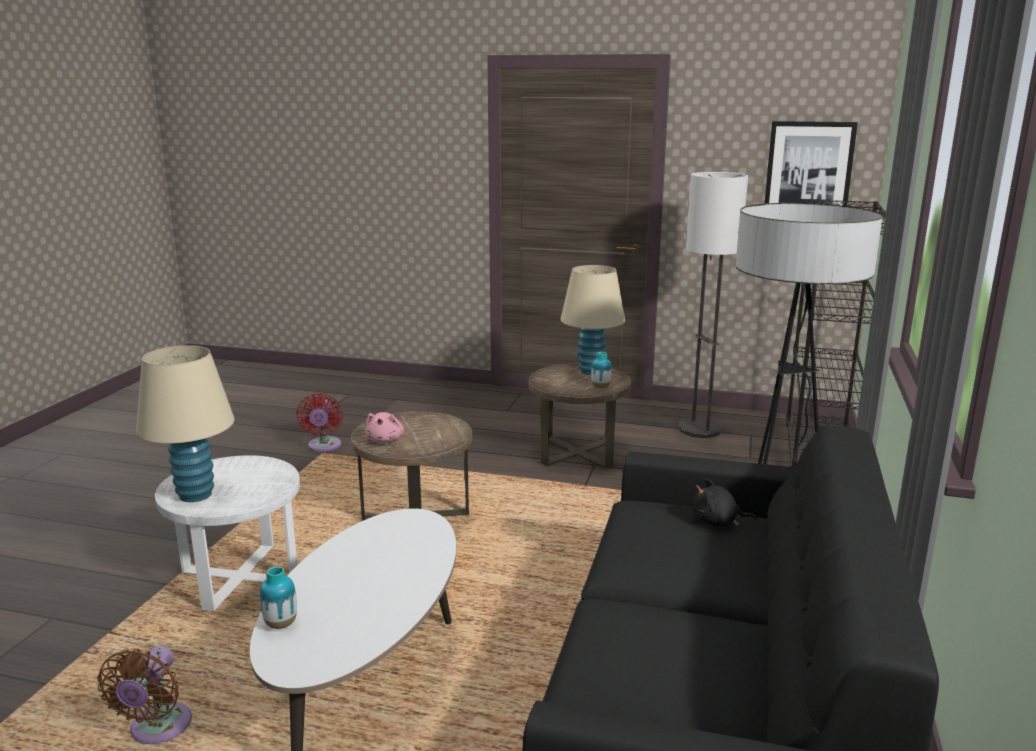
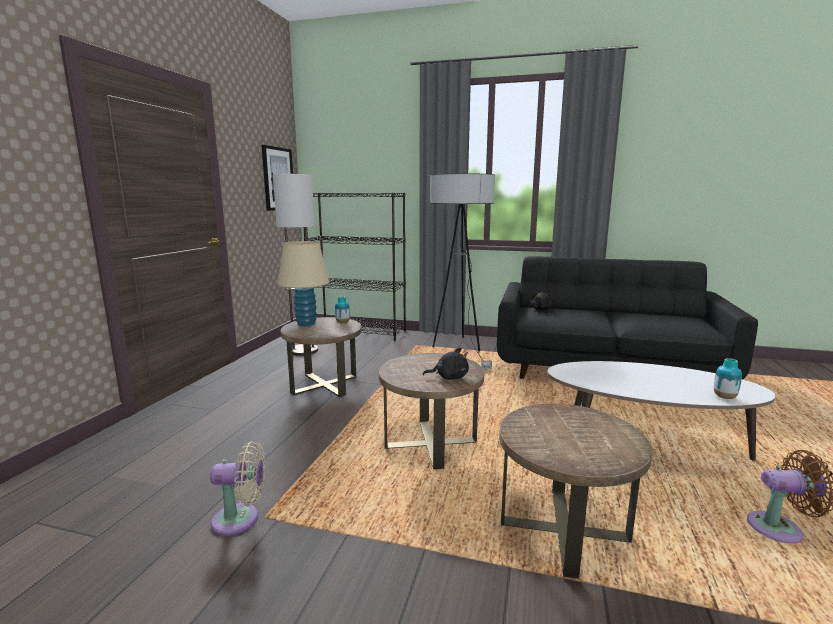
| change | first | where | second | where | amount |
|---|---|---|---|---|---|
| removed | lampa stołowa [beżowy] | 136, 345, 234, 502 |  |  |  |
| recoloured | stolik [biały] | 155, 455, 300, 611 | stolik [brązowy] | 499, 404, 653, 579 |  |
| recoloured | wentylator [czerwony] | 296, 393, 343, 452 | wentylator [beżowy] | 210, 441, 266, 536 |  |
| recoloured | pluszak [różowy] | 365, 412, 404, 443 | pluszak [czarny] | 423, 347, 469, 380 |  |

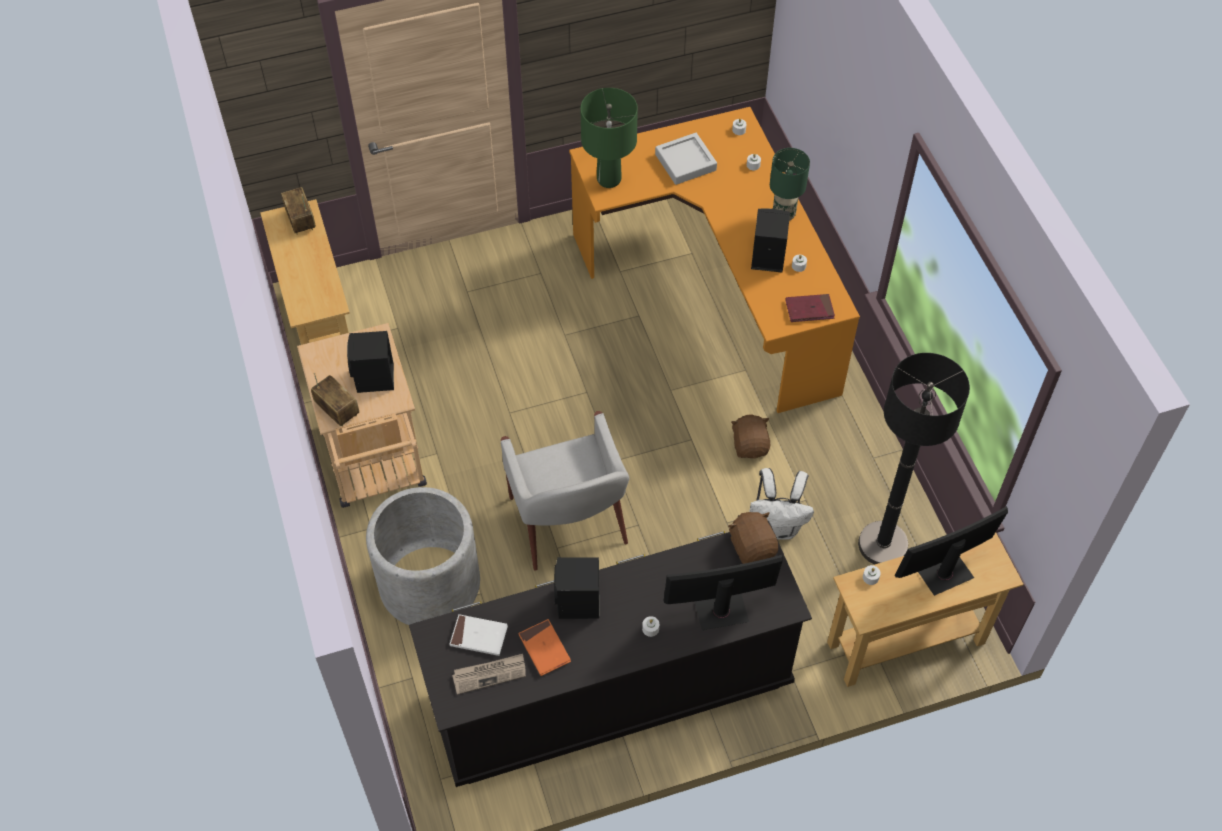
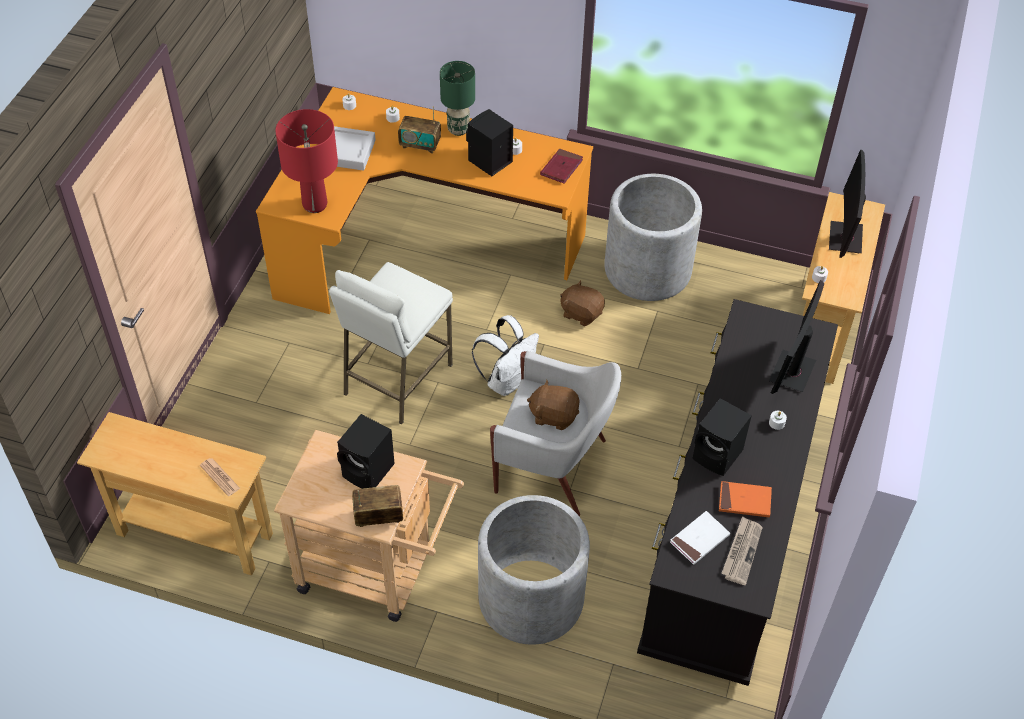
| change | first | where | second | where | amount |
|---|---|---|---|---|---|
| moved | radio | 281, 187, 316, 235 |  | 398, 106, 441, 154 |  |
| recoloured | lampa stołowa [zielony] | 580, 88, 638, 188 | lampa stołowa [czerwony] | 275, 109, 338, 213 |  |
| moved | pluszak [brązowy] | 728, 512, 778, 564 |  | 527, 379, 579, 430 |  |
| moved | plecak [biały] | 749, 468, 814, 540 |  | 472, 315, 539, 396 |  |
| removed | lampa stojąca [czarny] | 858, 353, 970, 565 |  |  |  |
| added |  |  | gazeta | 200, 458, 241, 496 |  |
| added |  |  | stołek [biały] | 329, 262, 453, 424 |  |
| added |  |  | donica [szary] | 604, 174, 702, 301 |  |

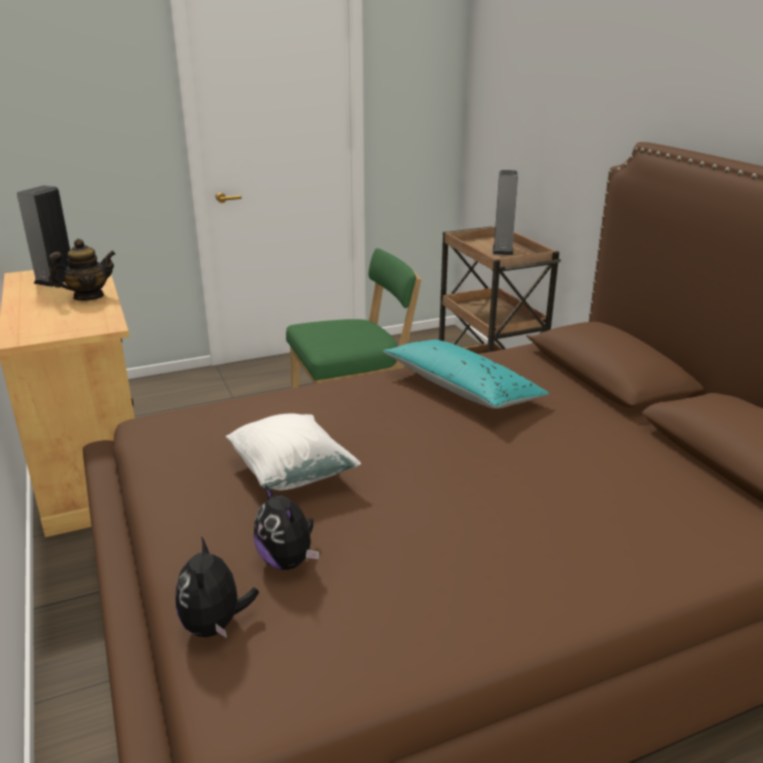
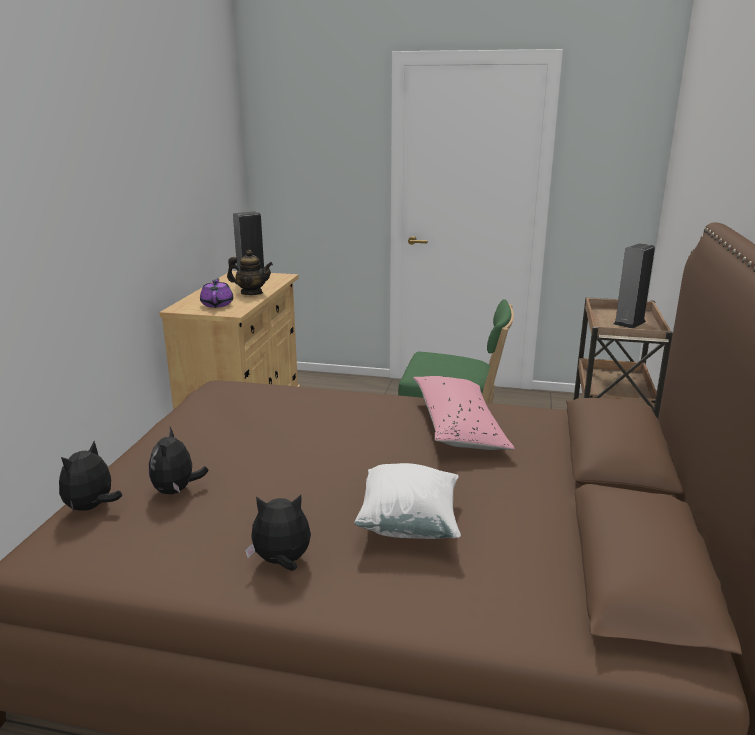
| change | first | where | second | where | amount |
|---|---|---|---|---|---|
| moved | poduszka [biały] | 226, 414, 361, 490 |  | 354, 463, 461, 539 |  |
| recoloured | poduszka [turkusowy] | 383, 339, 550, 409 | poduszka [różowy] | 413, 376, 515, 450 |  |
| added |  |  | imbryk [fioletowy] | 200, 278, 233, 308 |  |
| added |  |  | pluszak | 245, 495, 311, 571 |  |

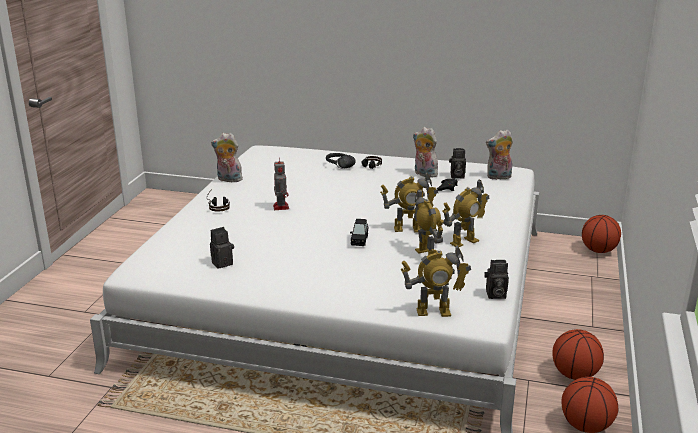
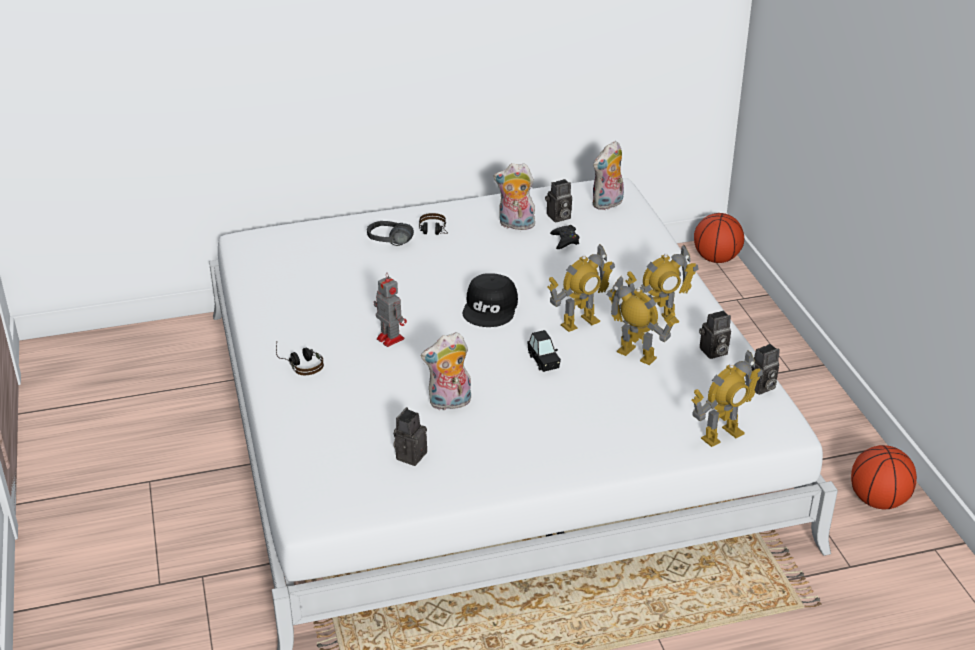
| change | first | where | second | where | amount |
|---|---|---|---|---|---|
| moved | pluszak | 211, 133, 244, 182 |  | 421, 332, 471, 410 |  |
| turned | robot zabawkowy | 442, 179, 489, 247 |  | 625, 244, 699, 326 | 45 degrees clockwise |
| removed | piłka do koszykówki | 553, 329, 604, 380 |  |  |  |
| added |  |  | czapka z daszkiem [czarny] | 463, 273, 518, 327 |  |
| added |  |  | aparat fotograficzny | 699, 310, 731, 359 |  |

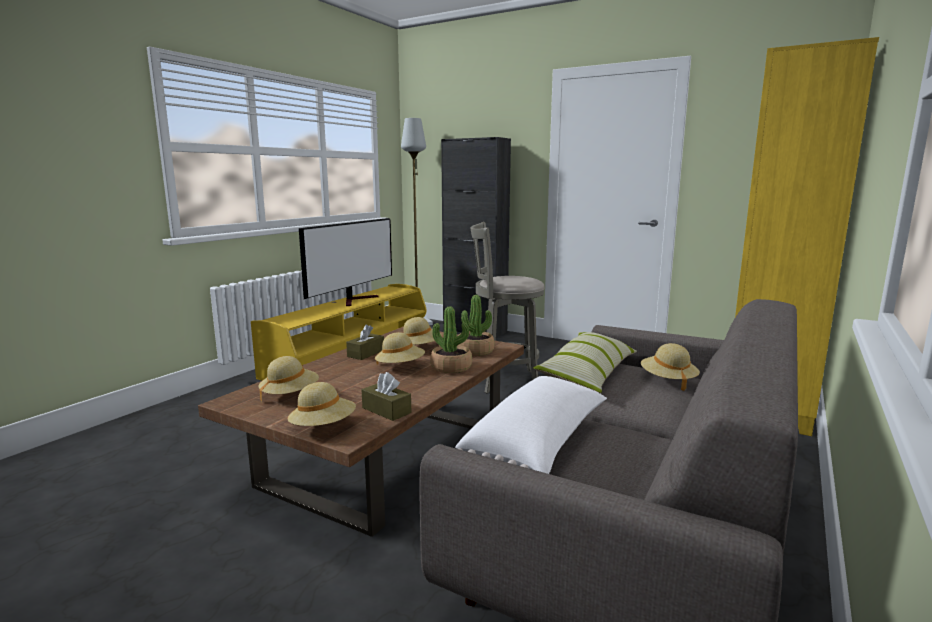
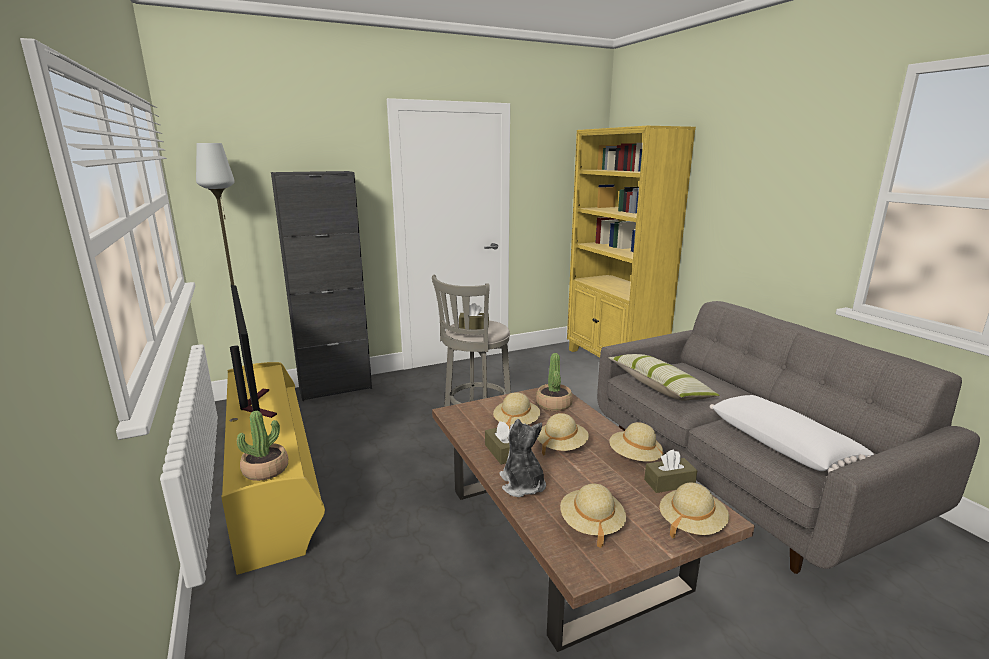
| change | first | where | second | where | amount |
|---|---|---|---|---|---|
| moved | roślina doniczkowa | 430, 306, 472, 373 |  | 237, 411, 288, 481 |  |
| moved | kapelusz [beżowy] | 641, 343, 700, 391 |  | 609, 422, 663, 462 |  |
| added |  |  | pudełko chusteczek [brązowy] | 459, 303, 489, 329 |  |
| added |  |  | pluszak | 499, 419, 546, 497 |  |

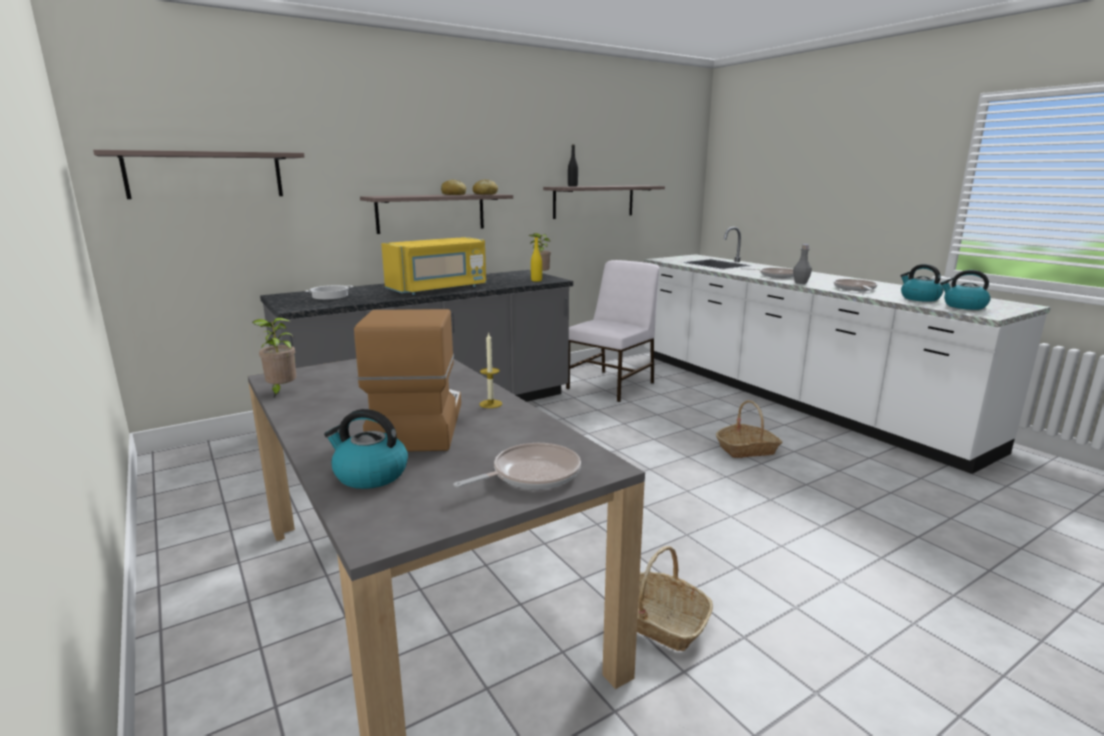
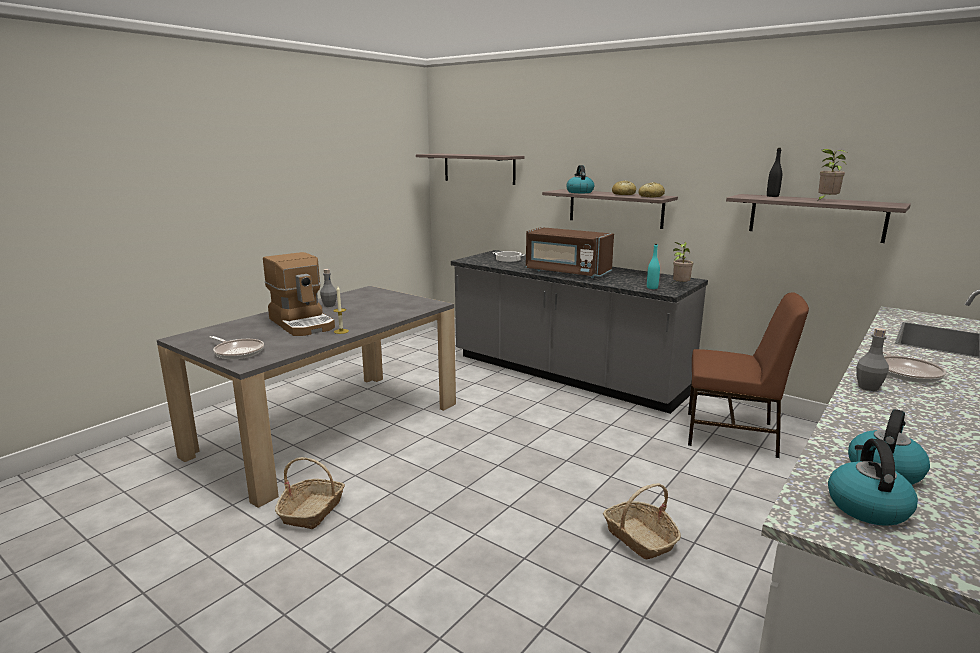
| change | first | where | second | where | amount |
|---|---|---|---|---|---|
| moved | roślina doniczkowa | 252, 317, 296, 397 |  | 818, 149, 847, 201 |  |
| moved | czajnik | 324, 409, 408, 489 |  | 566, 165, 594, 193 |  |
| turned | ekspres do kawy | 354, 309, 461, 452 |  | 263, 252, 335, 336 | 75 degrees clockwise |
| recoloured | mikrofalówka [żółty] | 381, 237, 486, 295 | mikrofalówka [brązowy] | 526, 227, 614, 278 |  |
| recoloured | butelka [żółty] | 531, 236, 542, 282 | butelka [turkusowy] | 647, 244, 660, 289 |  |
| recoloured | krzesło [biały] | 566, 260, 659, 402 | krzesło [brązowy] | 688, 292, 809, 458 |  |
| removed | patelnia | 834, 279, 878, 291 |  |  |  |
| added |  |  | butelka [szary] | 320, 269, 337, 307 |  |

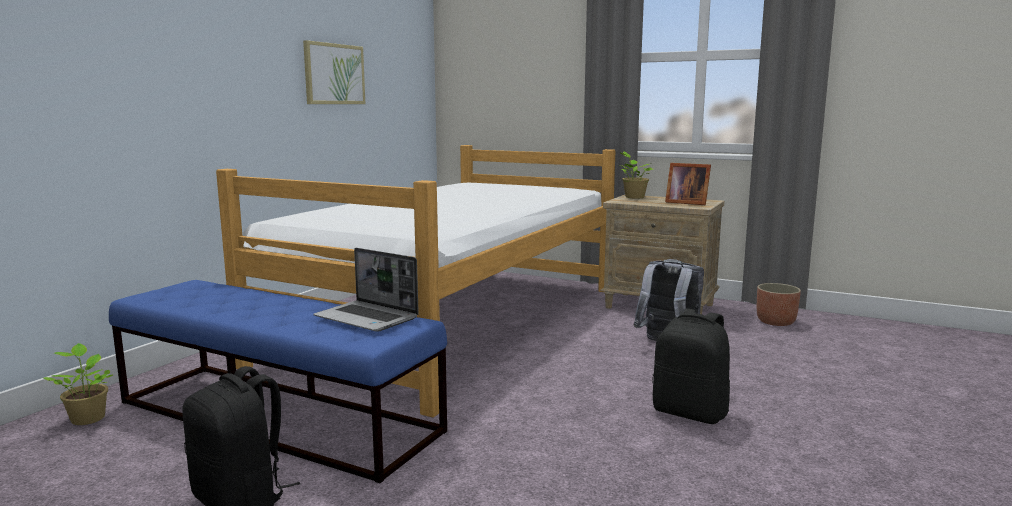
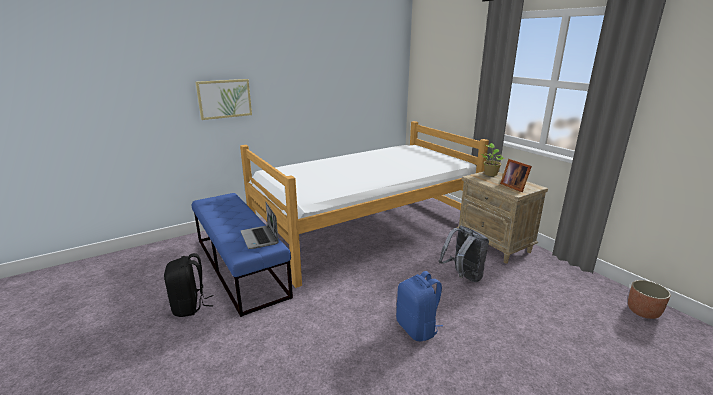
| change | first | where | second | where | amount |
|---|---|---|---|---|---|
| removed | roślina doniczkowa | 44, 343, 113, 425 |  |  |  |
| moved | obraz | 303, 40, 365, 104 |  | 196, 79, 252, 120 |  |
| recoloured | plecak [czarny] | 652, 309, 730, 424 | plecak [niebieski] | 396, 271, 443, 341 |  |
| moved | donica | 757, 283, 801, 326 |  | 628, 280, 671, 319 |  |

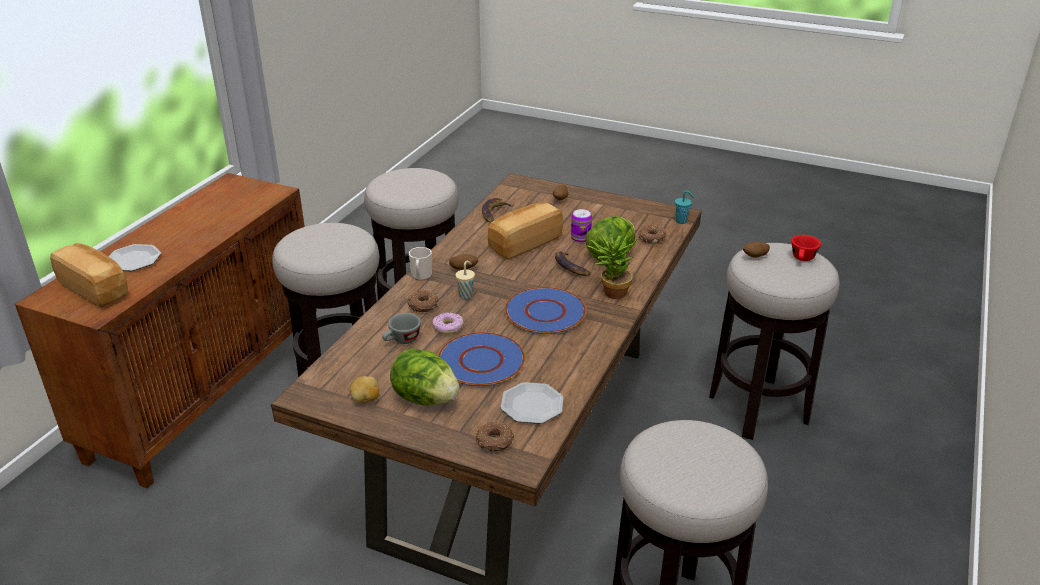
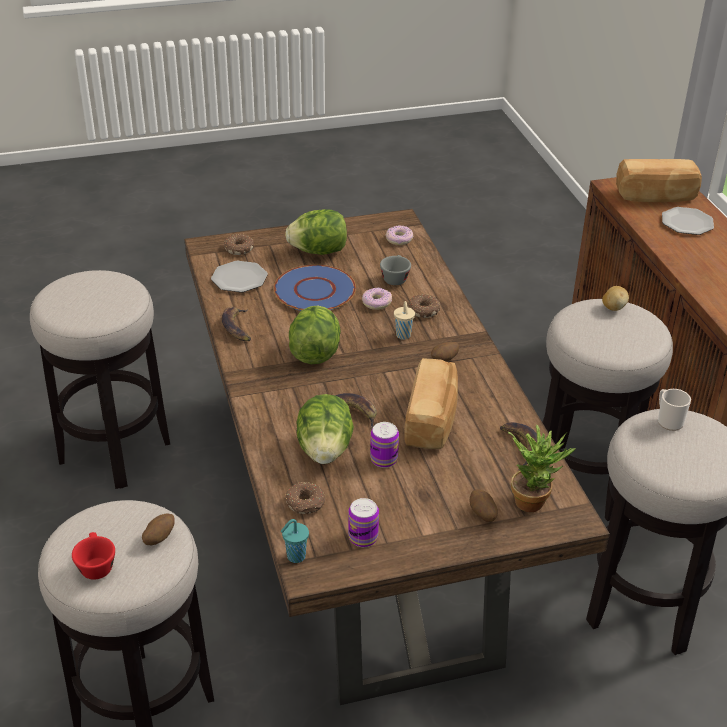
| change | first | where | second | where | amount |
|---|---|---|---|---|---|
| moved | ziemniak | 350, 376, 379, 404 |  | 602, 286, 629, 311 |  |
| moved | kubek | 409, 247, 432, 280 |  | 658, 389, 691, 431 |  |
| replaced | talerz [niebieski] | 505, 287, 586, 334 | sałata | 289, 306, 341, 364 |  |
| moved | roślina doniczkowa | 586, 226, 638, 299 |  | 508, 424, 576, 512 |  |
| added |  |  | banan | 222, 307, 251, 341 |  |
| added |  |  | puszka | 348, 498, 379, 547 |  |
| added |  |  | donut | 385, 225, 413, 245 |  |

